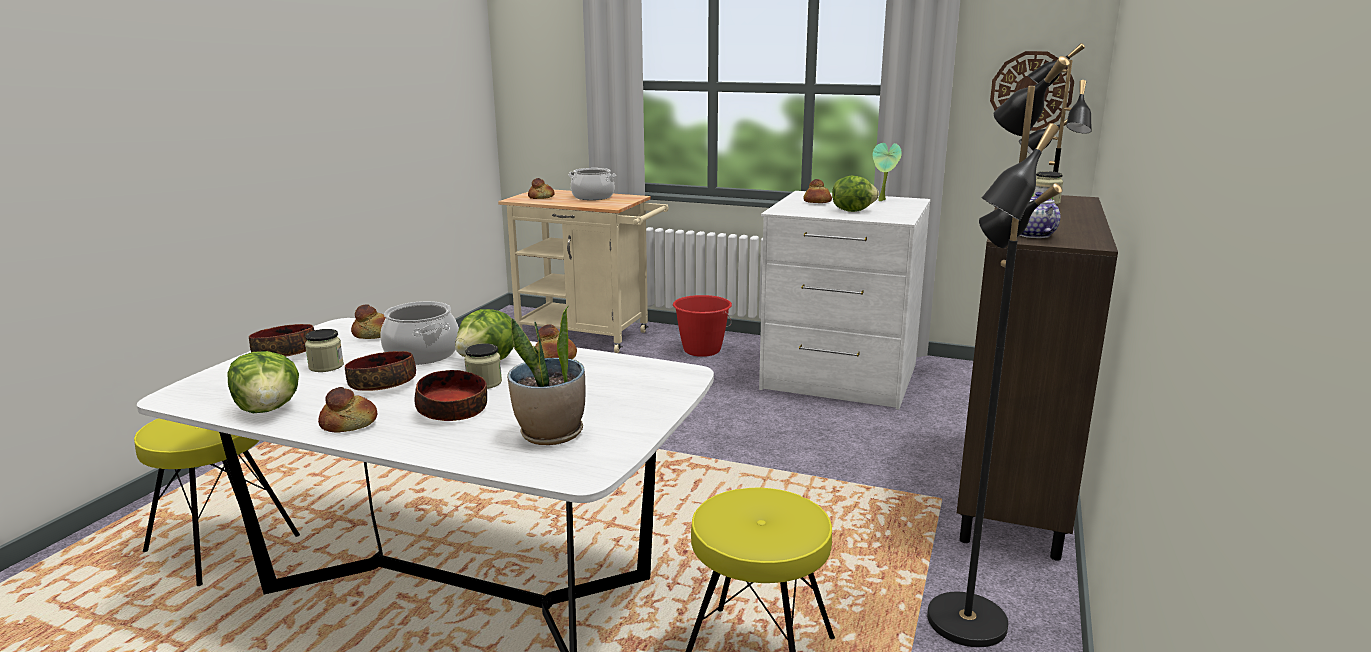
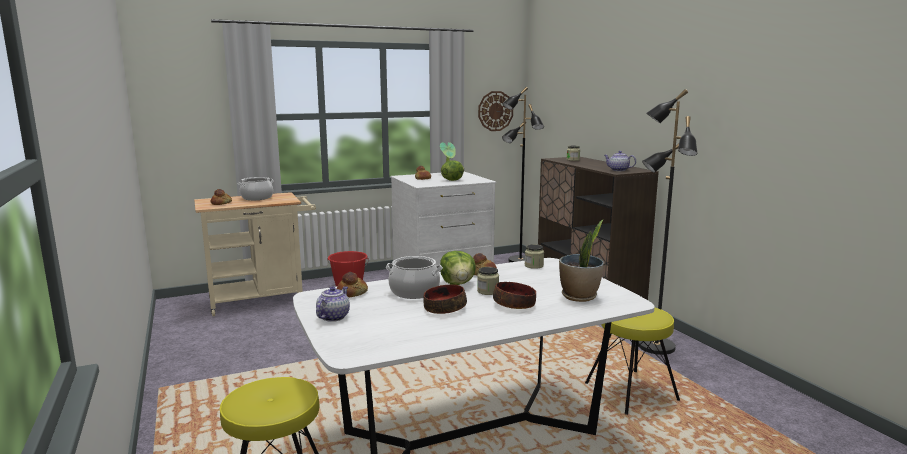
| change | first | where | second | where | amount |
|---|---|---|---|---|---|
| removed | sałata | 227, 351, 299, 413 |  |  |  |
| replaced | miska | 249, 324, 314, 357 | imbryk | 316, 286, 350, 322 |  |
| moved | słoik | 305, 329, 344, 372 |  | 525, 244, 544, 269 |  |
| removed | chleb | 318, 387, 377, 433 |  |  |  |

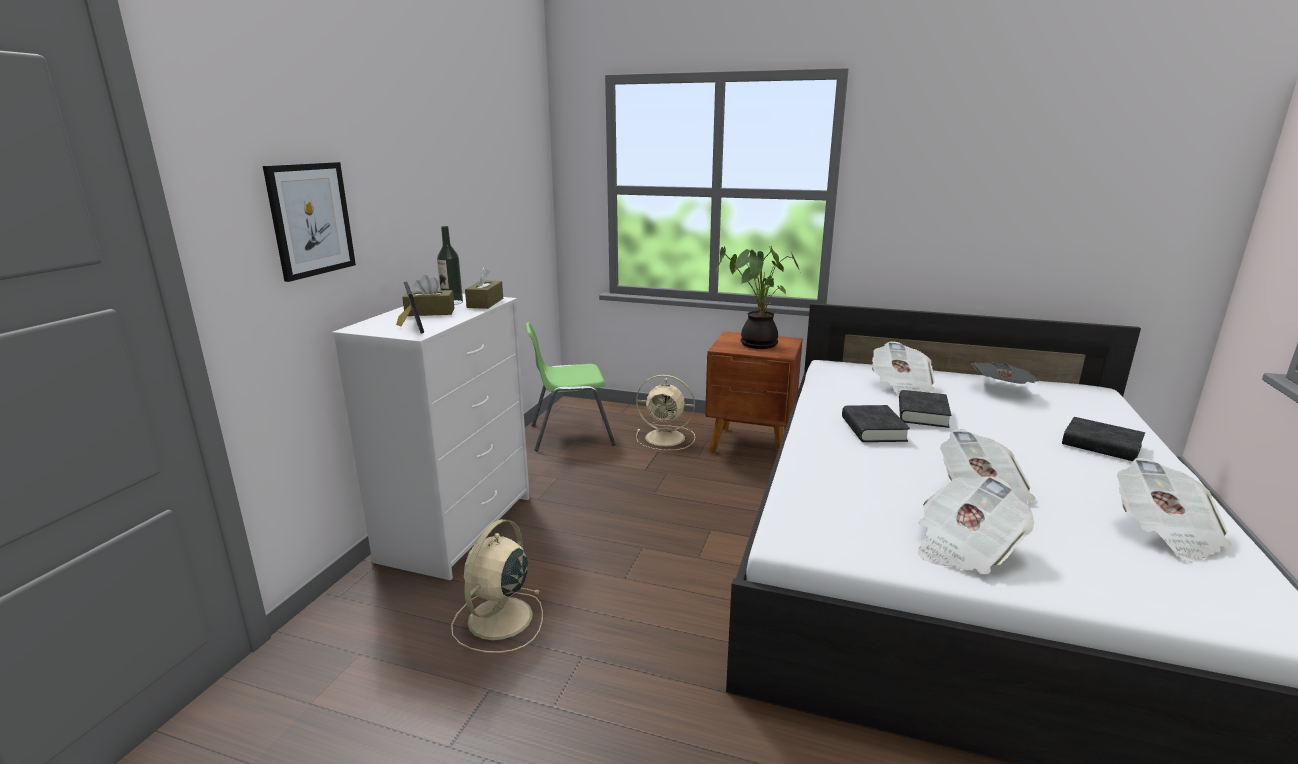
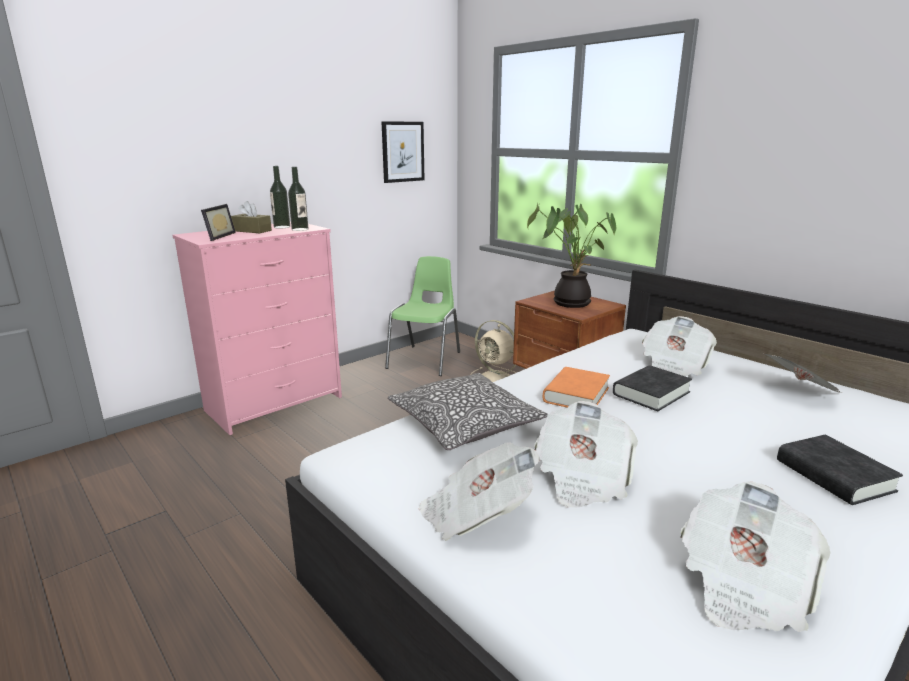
| change | first | where | second | where | amount |
|---|---|---|---|---|---|
| moved | obraz | 263, 162, 356, 282 |  | 381, 121, 425, 183 |  |
| recoloured | komoda [biały] | 332, 294, 530, 580 | komoda [różowy] | 173, 222, 342, 435 |  |
| removed | wentylator [beżowy] | 451, 519, 543, 653 |  |  |  |
| replaced | pudełko chusteczek [brązowy] | 465, 267, 503, 309 | butelka | 288, 167, 309, 231 |  |
| turned | krzesło [zielony] | 526, 322, 615, 451 |  | 385, 256, 460, 376 | 90 degrees clockwise |
| recoloured | książka [czarny] | 842, 405, 910, 442 | książka [pomarańczowy] | 543, 367, 610, 408 |  |
| added |  |  | poduszka | 387, 373, 548, 450 |  |

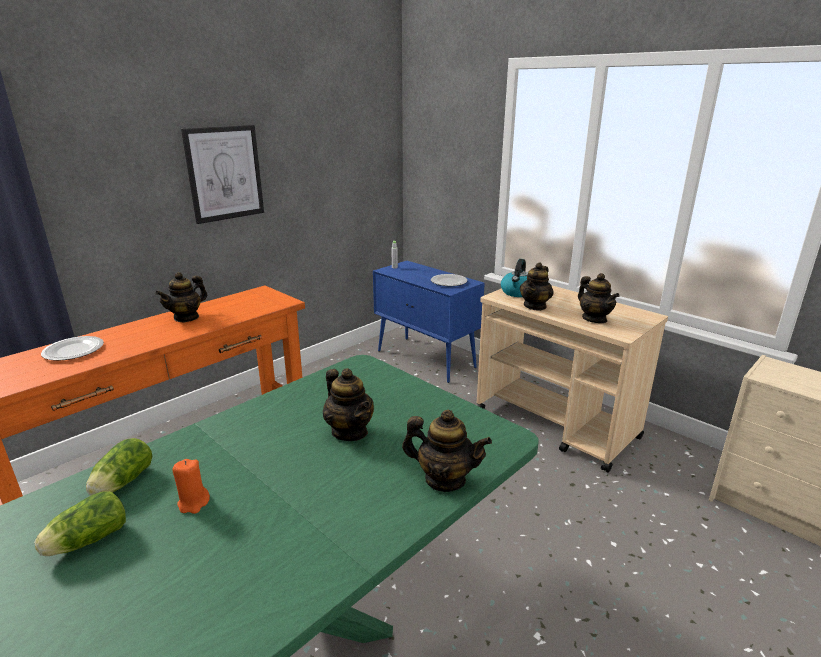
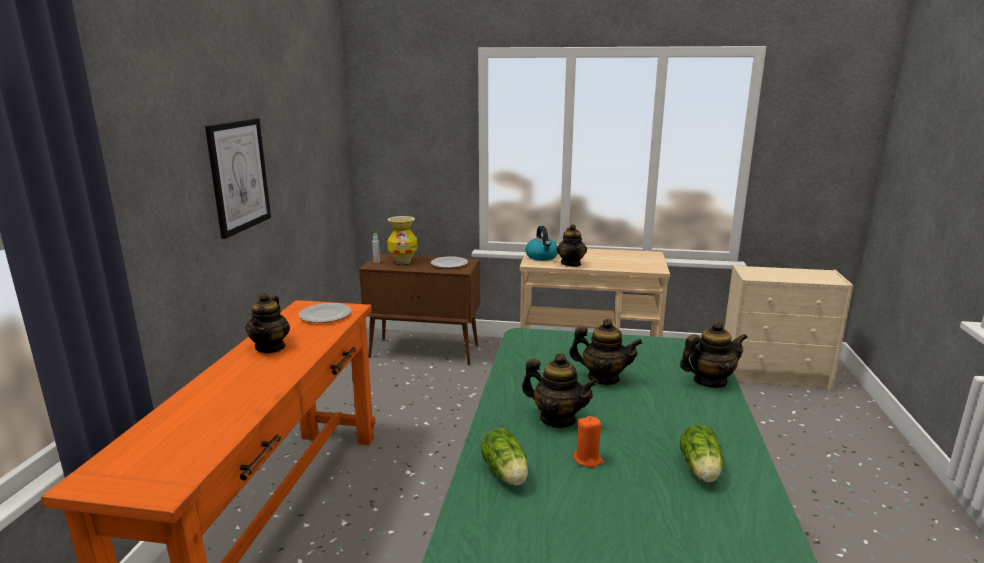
| change | first | where | second | where | amount |
|---|---|---|---|---|---|
| moved | sałata | 34, 491, 126, 556 |  | 680, 425, 723, 483 |  |
| moved | talerz | 41, 336, 104, 361 |  | 299, 303, 352, 323 |  |
| recoloured | szafka [niebieski] | 373, 261, 485, 383 | szafka [brązowy] | 359, 254, 480, 365 |  |
| moved | imbryk | 578, 273, 620, 323 |  | 522, 353, 598, 428 |  |
| added |  |  | wazon | 387, 216, 417, 264 |  |

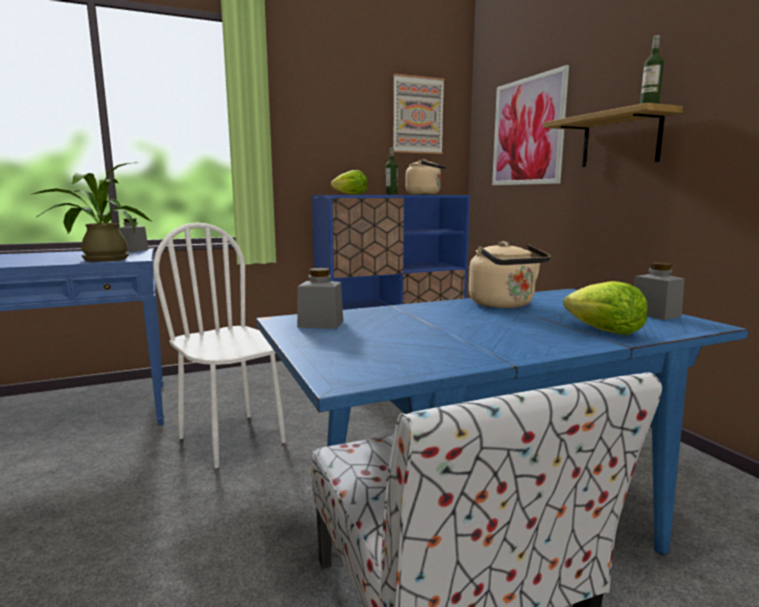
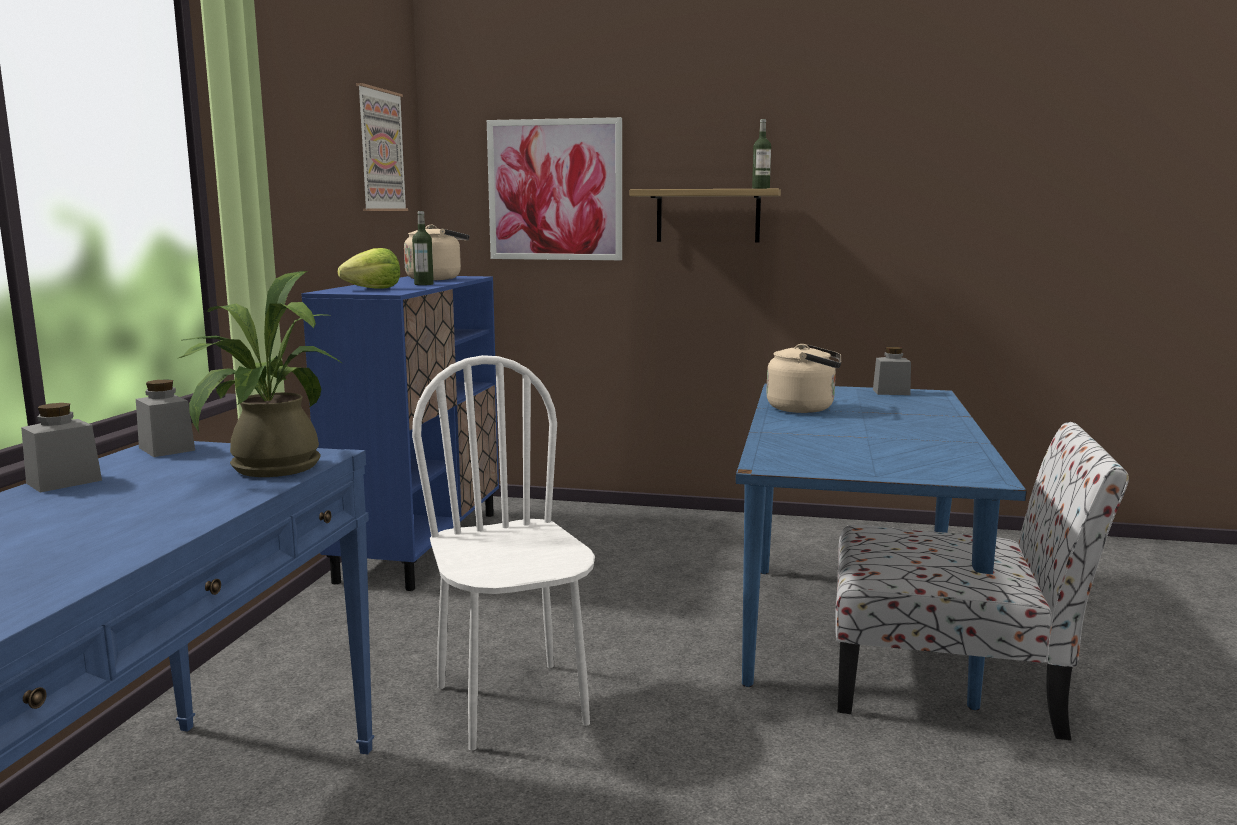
| change | first | where | second | where | amount |
|---|---|---|---|---|---|
| turned | krzesło [biały] | 153, 222, 286, 468 |  | 412, 355, 595, 750 | 75 degrees clockwise |
| moved | słoik [szary] | 297, 268, 343, 329 |  | 21, 403, 102, 492 |  |
| removed | sałata | 563, 281, 648, 335 |  |  |  |

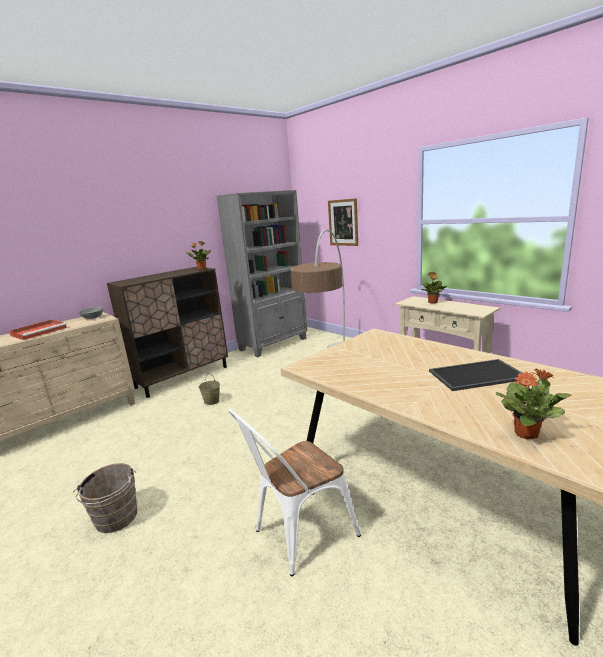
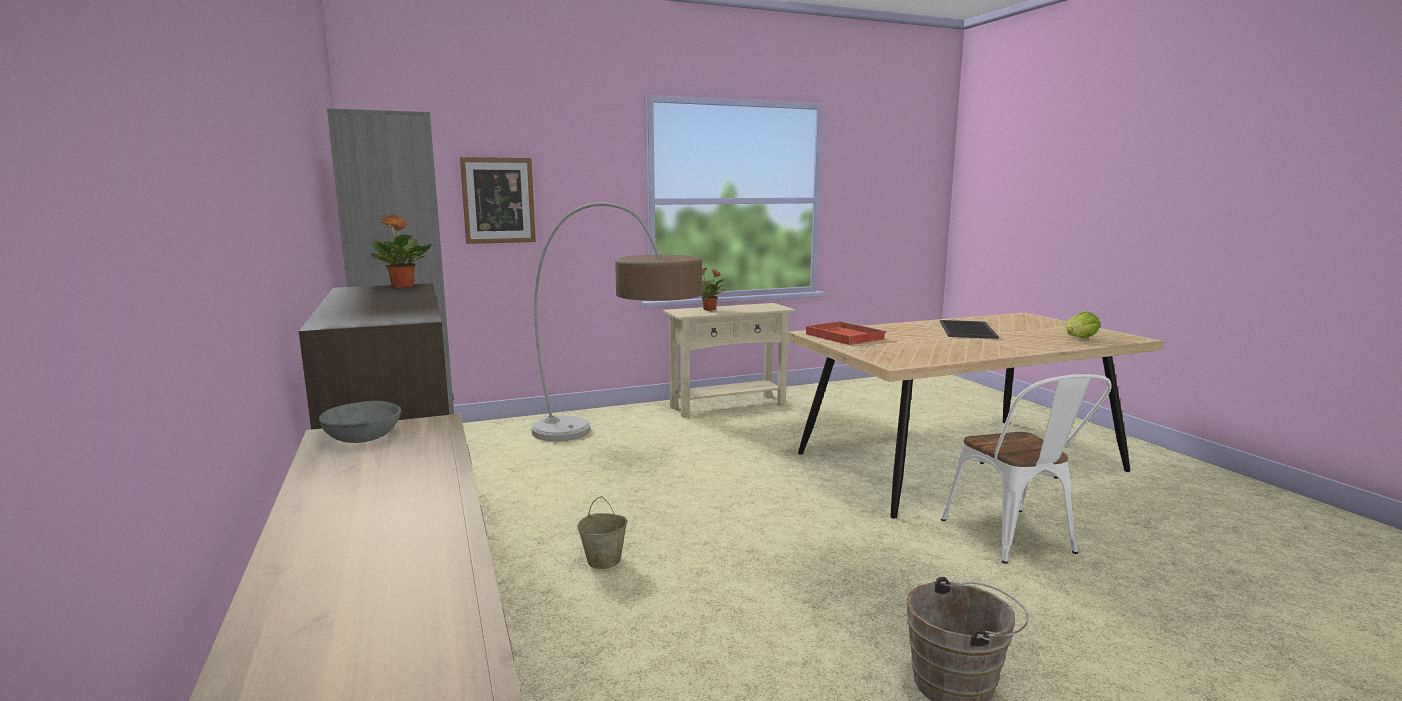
| change | first | where | second | where | amount |
|---|---|---|---|---|---|
| moved | taca [czerwony] | 9, 319, 67, 340 |  | 806, 321, 886, 345 |  |
| replaced | roślina doniczkowa | 496, 368, 571, 439 | sałata | 1066, 311, 1100, 338 |  |

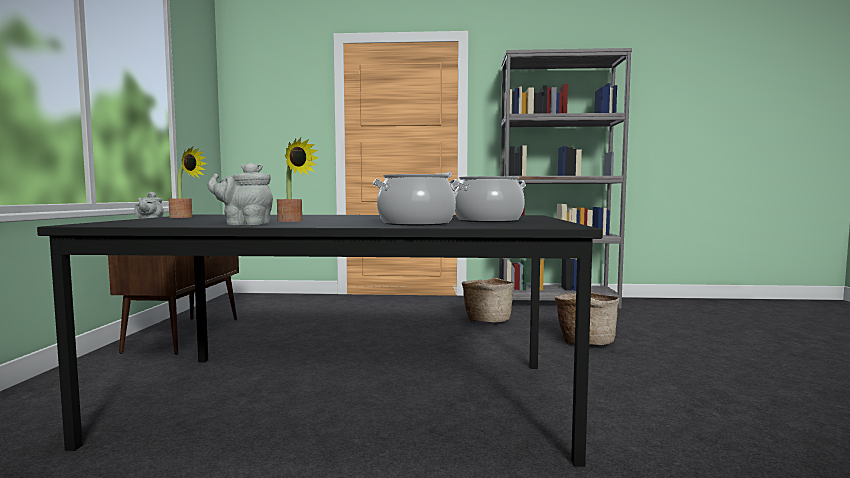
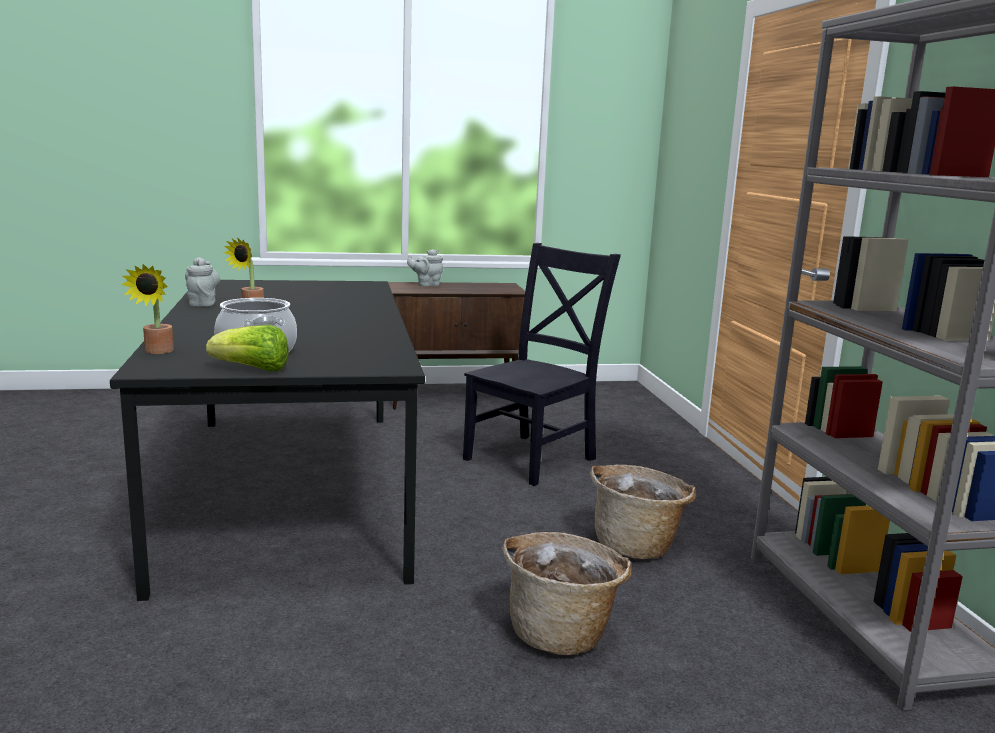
| change | first | where | second | where | amount |
|---|---|---|---|---|---|
| moved | roślina doniczkowa | 168, 147, 207, 218 |  | 121, 264, 174, 354 |  |
| removed | garnek | 373, 174, 459, 225 |  |  |  |
| added |  |  | sałata | 206, 325, 289, 371 |  |
| added |  |  | krzesło [czarny] | 463, 243, 621, 486 |  |

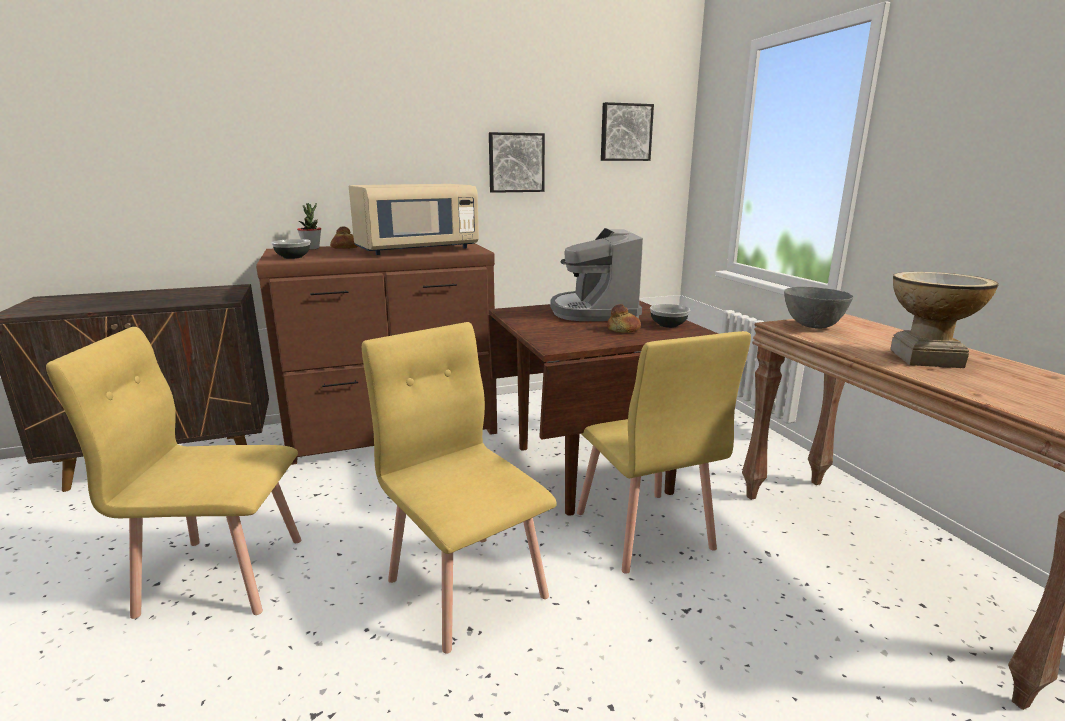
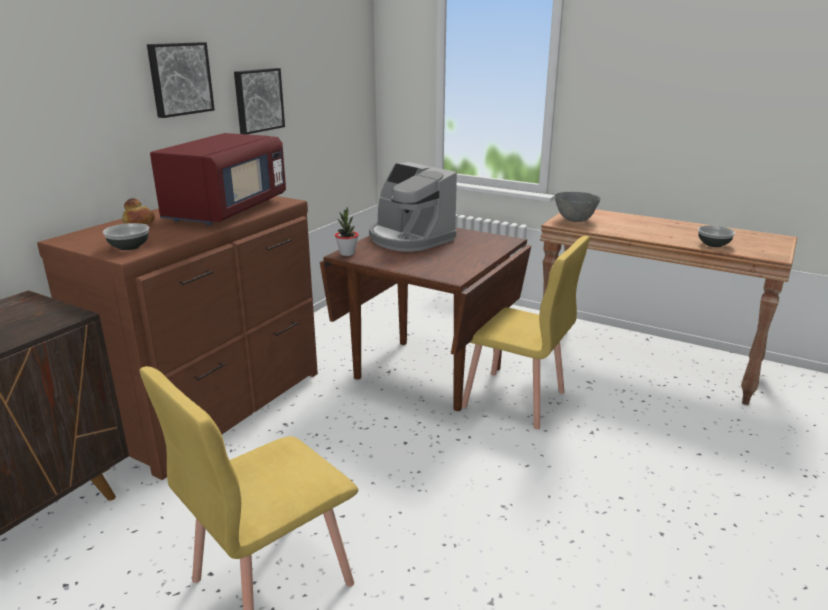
| change | first | where | second | where | amount |
|---|---|---|---|---|---|
| moved | roślina doniczkowa | 297, 203, 321, 250 |  | 335, 207, 359, 256 |  |
| recoloured | mikrofalówka [beżowy] | 349, 184, 479, 255 | mikrofalówka [czerwony] | 150, 133, 286, 225 |  |
| removed | krzesło [żółty] | 362, 322, 557, 654 |  |  |  |
| moved | obraz | 601, 102, 654, 161 |  | 147, 42, 215, 118 |  |
| removed | chleb | 607, 304, 641, 333 |  |  |  |
| moved | miska | 650, 304, 690, 328 |  | 698, 225, 735, 247 |  |
| removed | wazon | 891, 272, 999, 368 |  |  |  |

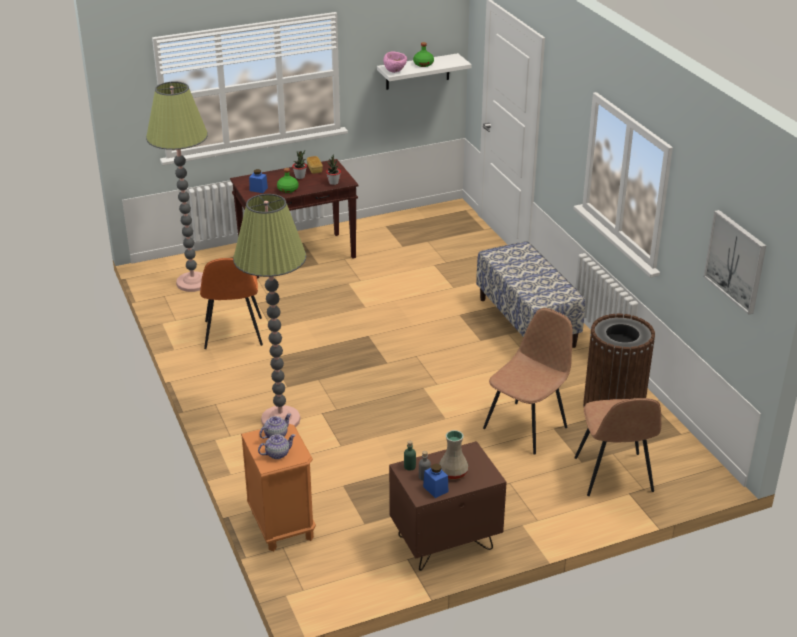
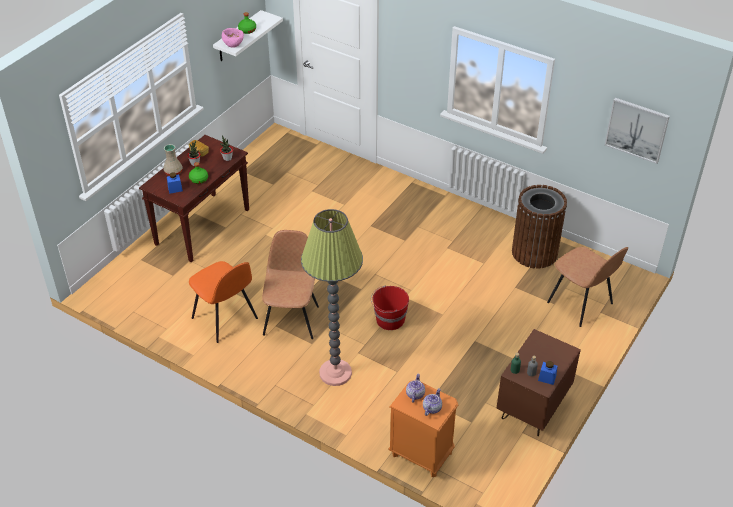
| change | first | where | second | where | amount |
|---|---|---|---|---|---|
| removed | lampa stojąca | 146, 81, 208, 292 |  |  |  |
| moved | wazon [beżowy] | 439, 430, 468, 480 |  | 163, 144, 183, 176 |  |
| removed | ławka | 476, 241, 585, 348 |  |  |  |
| moved | krzesło [brązowy] | 483, 308, 573, 455 |  | 262, 230, 319, 339 |  |
| added |  |  | wiadro [czerwony] | 371, 286, 409, 330 |  |

